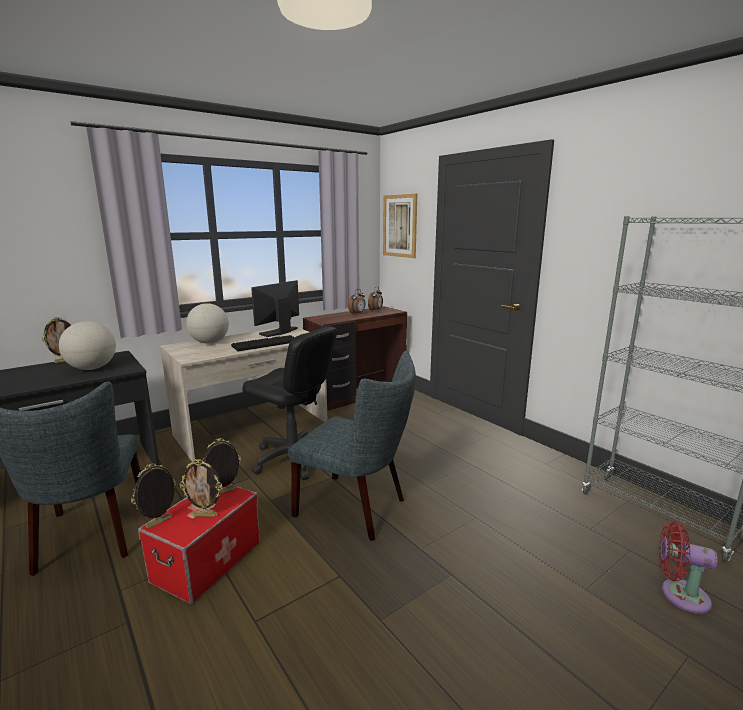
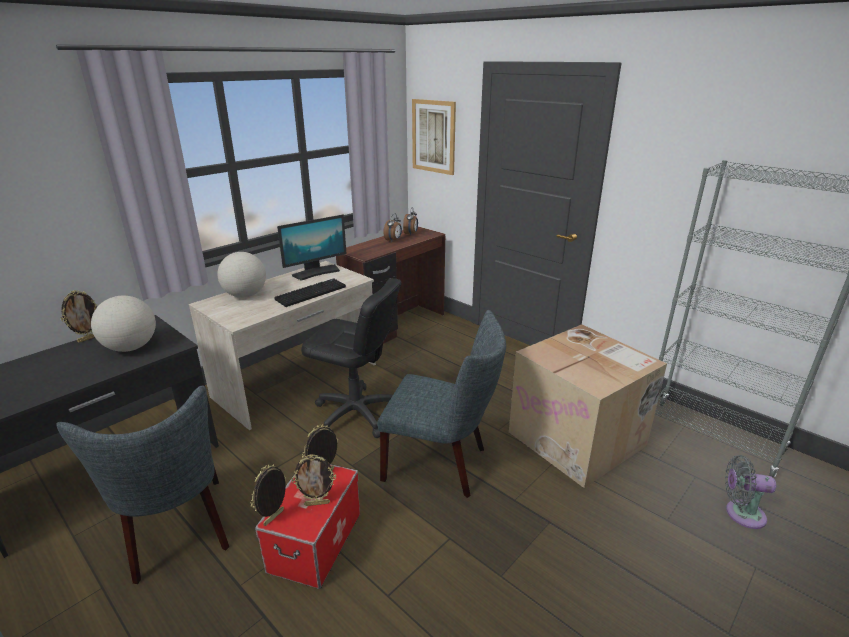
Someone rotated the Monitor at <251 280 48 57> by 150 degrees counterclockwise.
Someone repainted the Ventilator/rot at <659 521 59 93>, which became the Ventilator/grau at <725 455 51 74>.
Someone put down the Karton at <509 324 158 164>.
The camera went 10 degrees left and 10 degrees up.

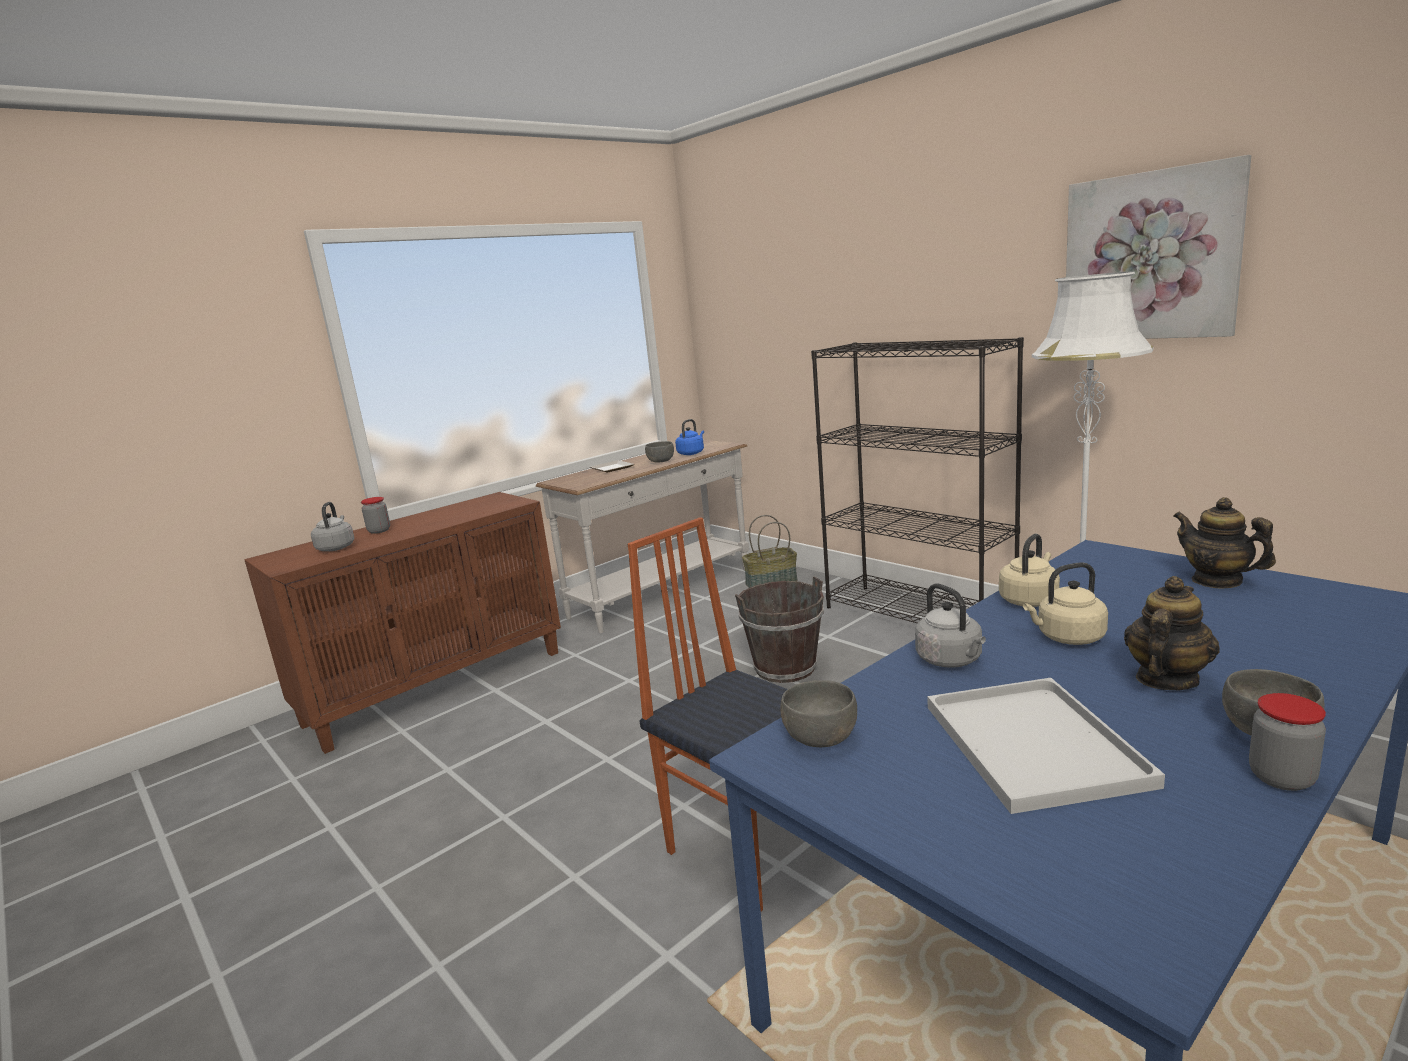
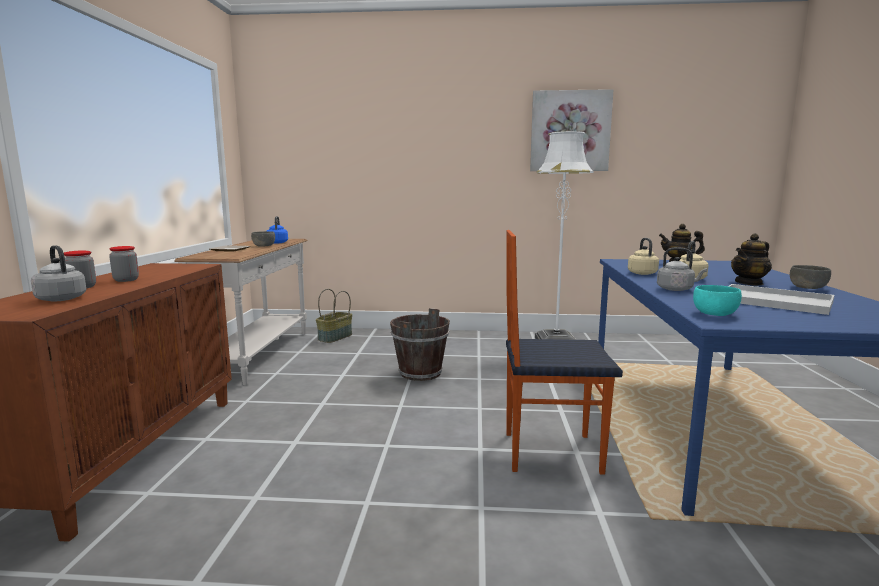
Someone took away the Bücherregal/schwarz at <811 337 213 286>.
Someone rotated the Teekanne at <1124 576 96 114> by 120 degrees counterclockwise.
Someone repainted the Schüssel/grau at <780 680 77 67>, which became the Schüssel/türkis at <693 285 49 31>.
Someone carried the Vorratsglas from <1249 693 77 98> to <109 246 30 36>.
The camera went 45 degrees left and 5 degrees down.

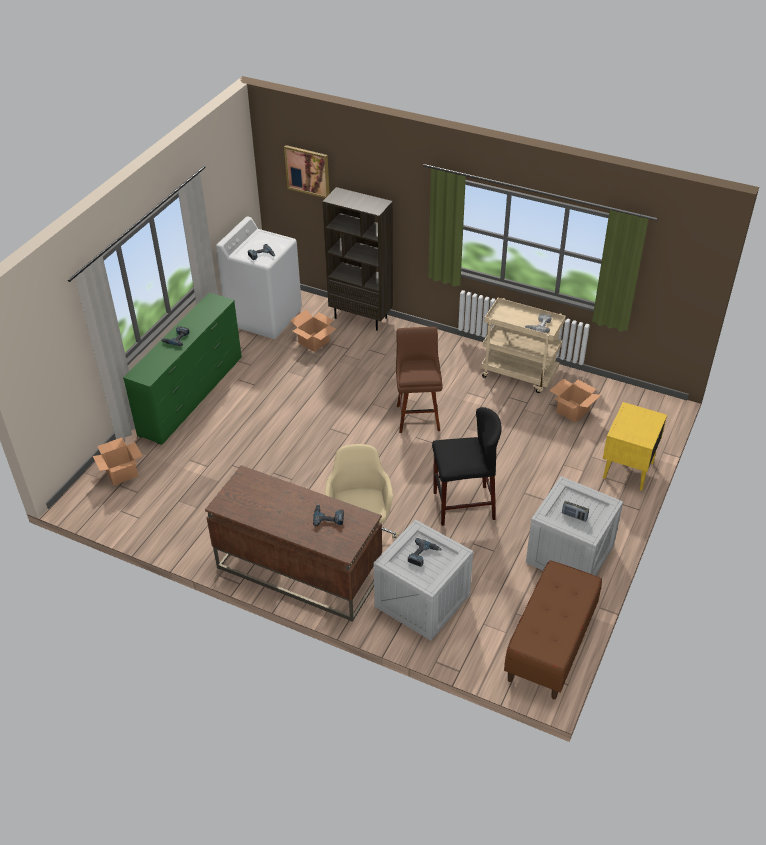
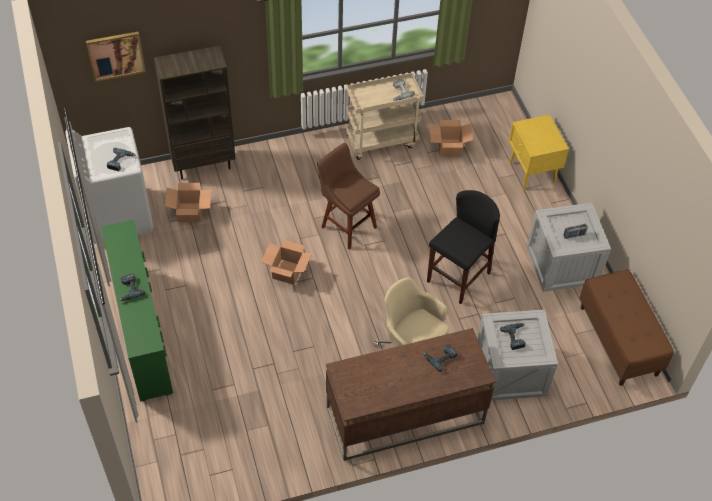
Someone carried the Karton from <93 438 49 47> to <261 240 51 45>.
The camera went 45 degrees left and 10 degrees up.

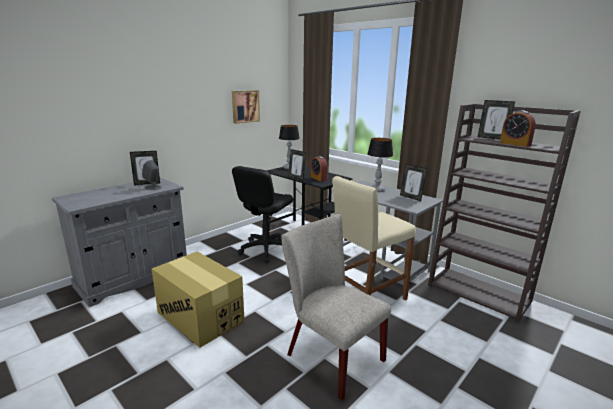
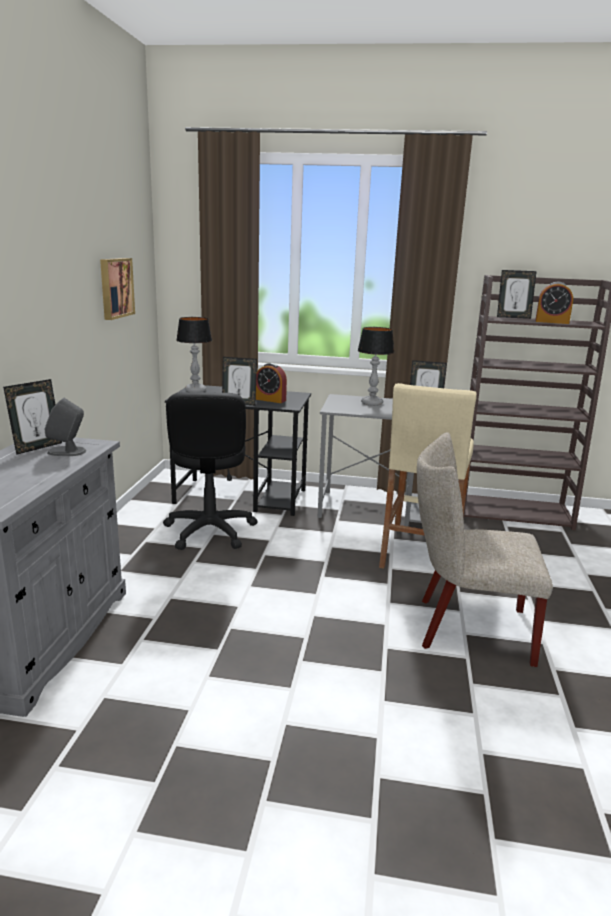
Someone took away the Karton at <152 251 93 97>.
The camera went 35 degrees left and 0 degrees up.

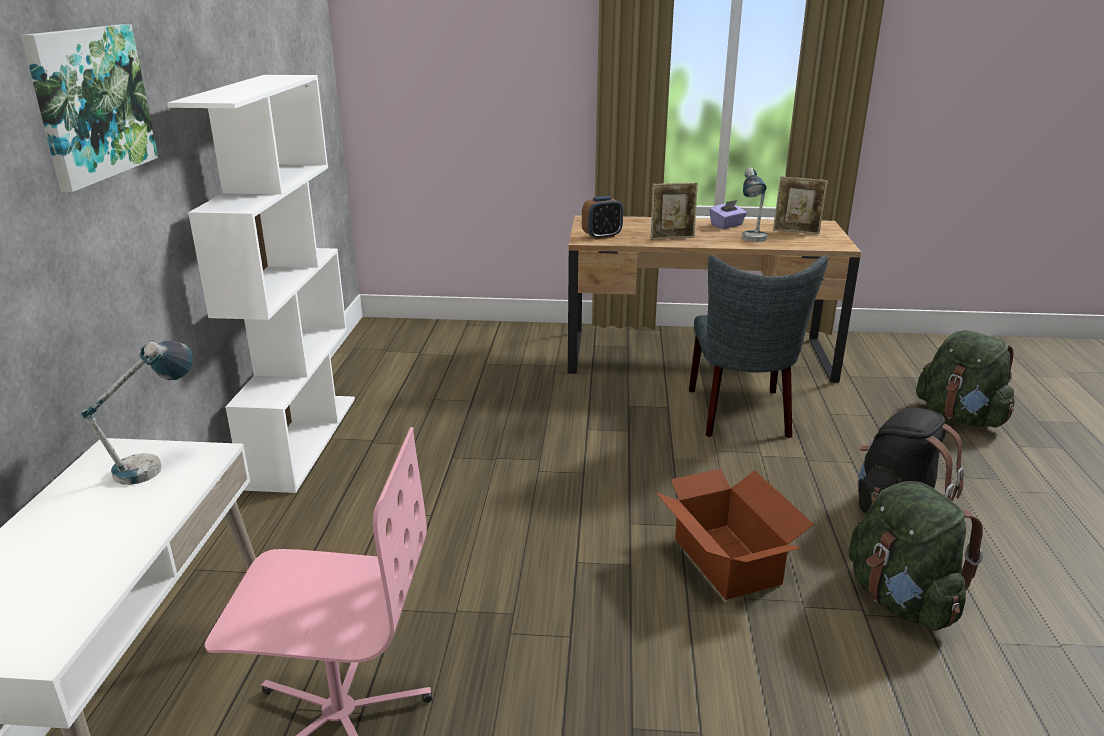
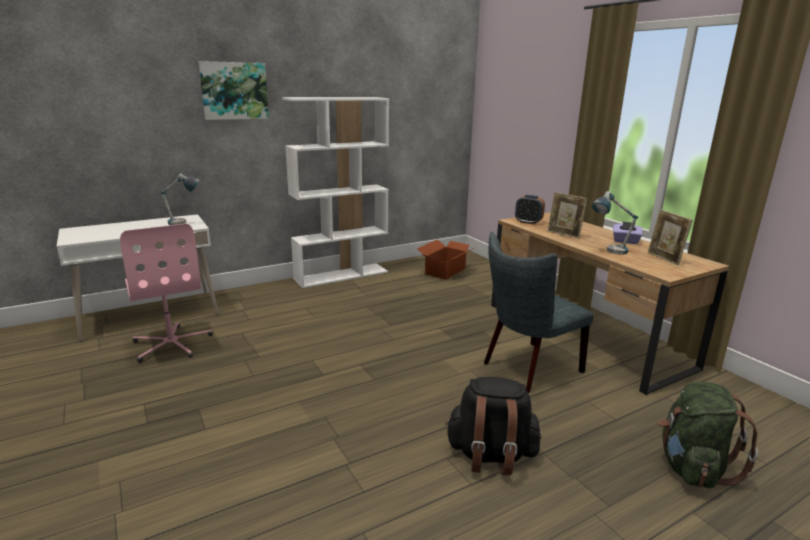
Someone carried the Karton from <656 469 158 131> to <417 239 59 41>.
Someone took away the Rucksack/grün at <849 481 134 150>.
The camera went 55 degrees right and 5 degrees down.

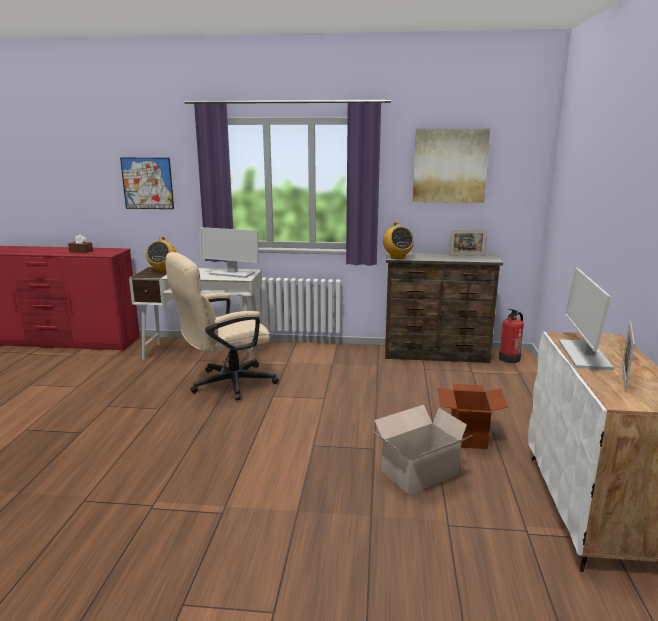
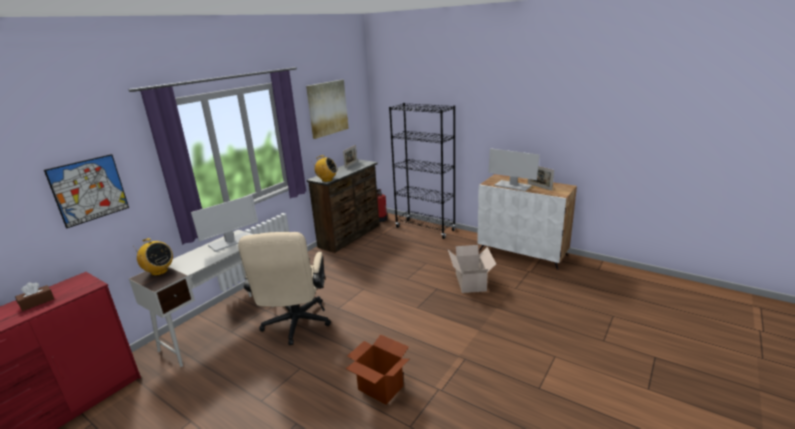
Someone carried the Karton from <438 384 70 65> to <345 334 64 71>.
Someone put down the Bücherregal/schwarz at <389 103 67 136>.
The camera went 60 degrees left and 5 degrees up.

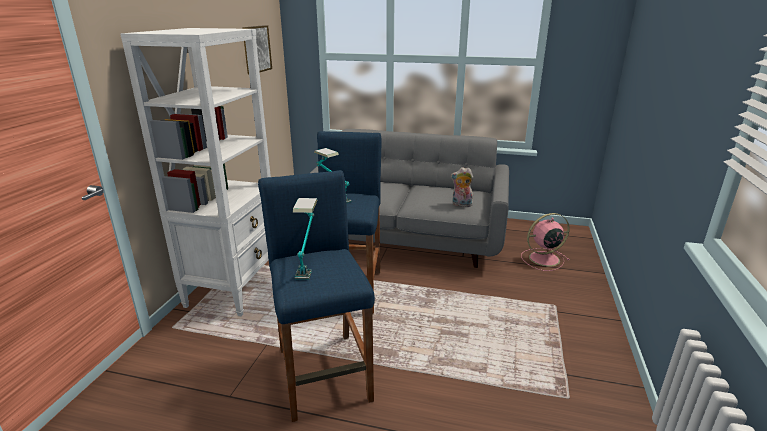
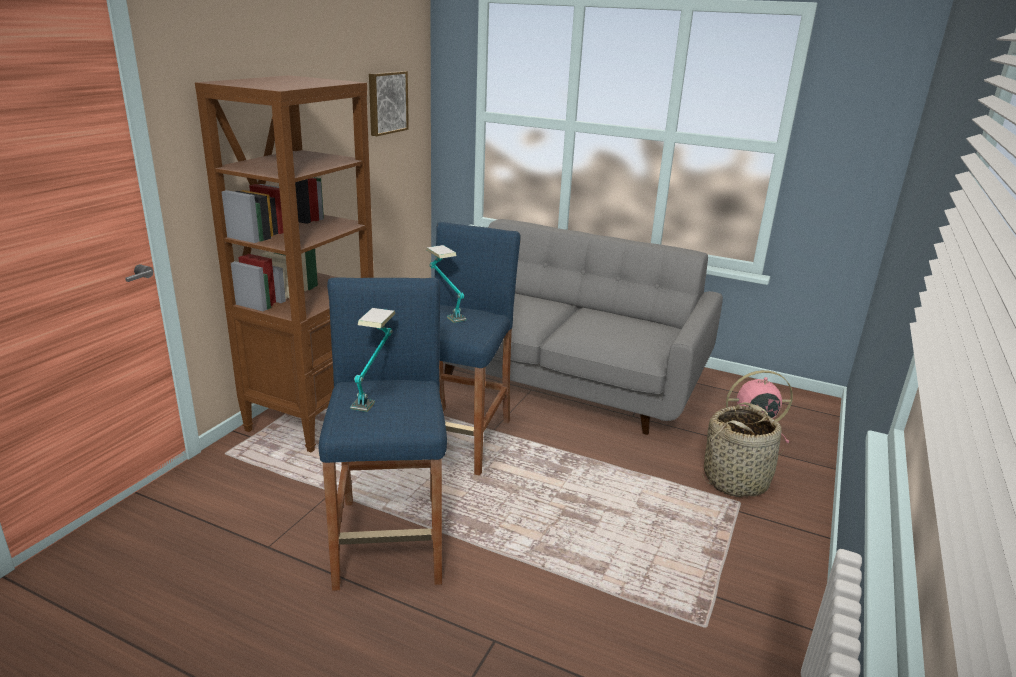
Someone repainted the Bücherregal/weiß at <120 28 151 288>, which became the Bücherregal/braun at <195 75 179 377>.
Someone took away the Plüschtier at <451 167 22 40>.
Someone put down the Korb at <702 402 82 95>.
The camera went 10 degrees right and 0 degrees up.

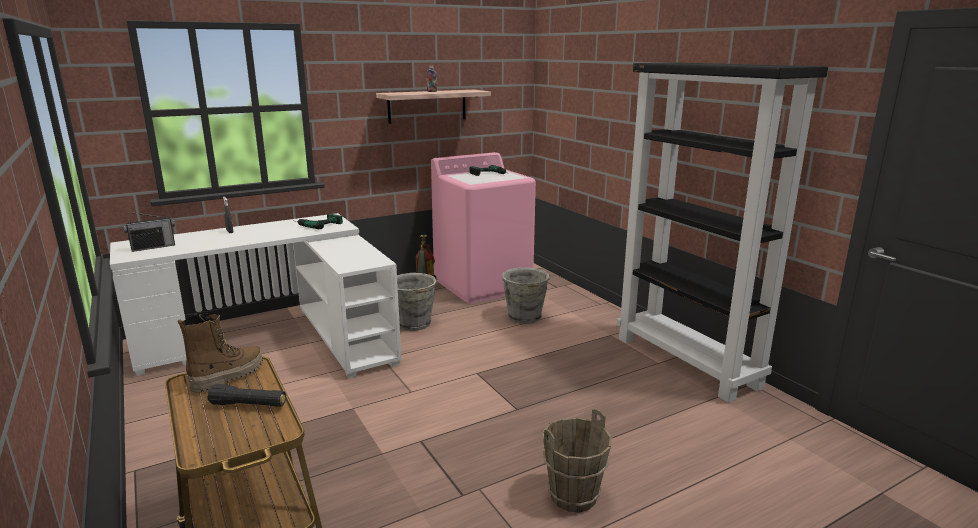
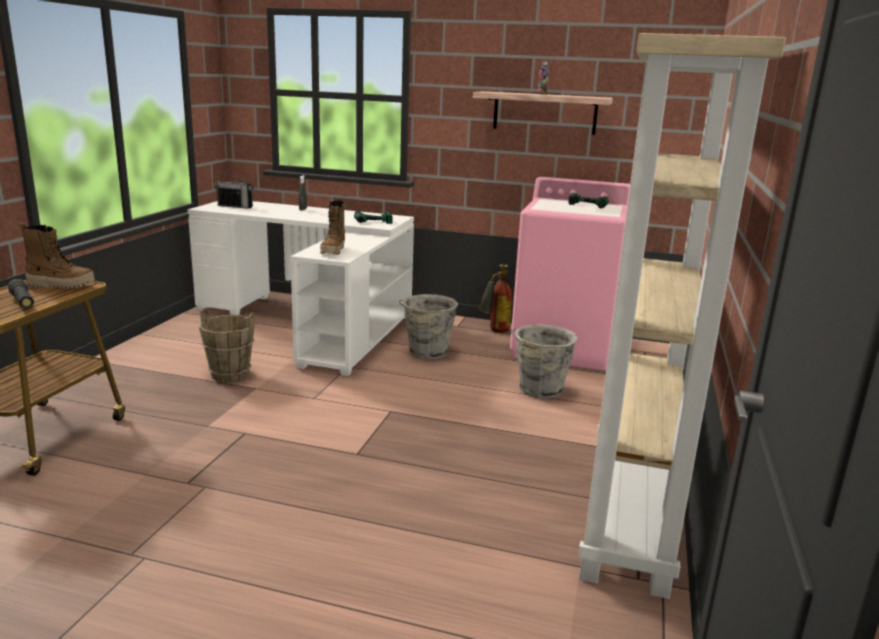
Someone repainted the Bücherregal/schwarz at <617 62 211 341>, which became the Bücherregal/beige at <578 33 208 566>.
Someone carried the Eimer/braun from <542 409 70 104> to <199 307 56 75>.
Someone put down the Stiefel at <320 198 25 57>.
The camera went 45 degrees right and 0 degrees up.

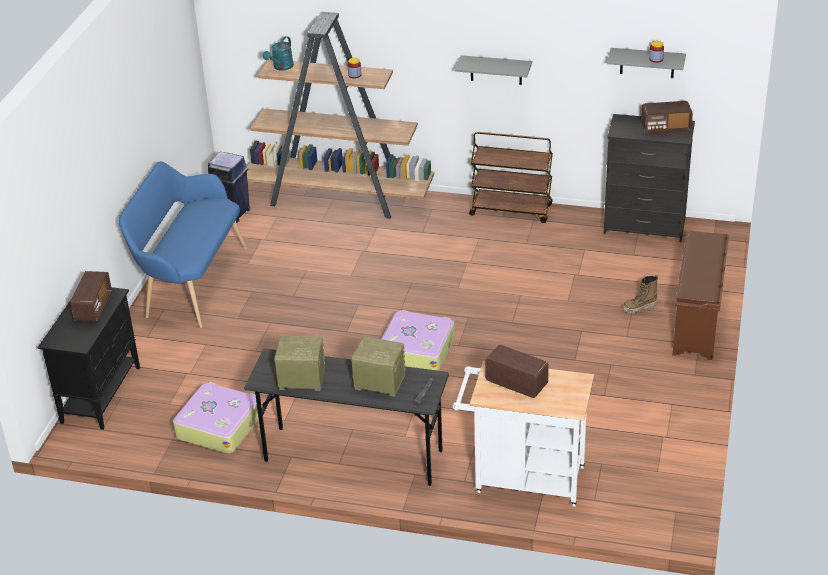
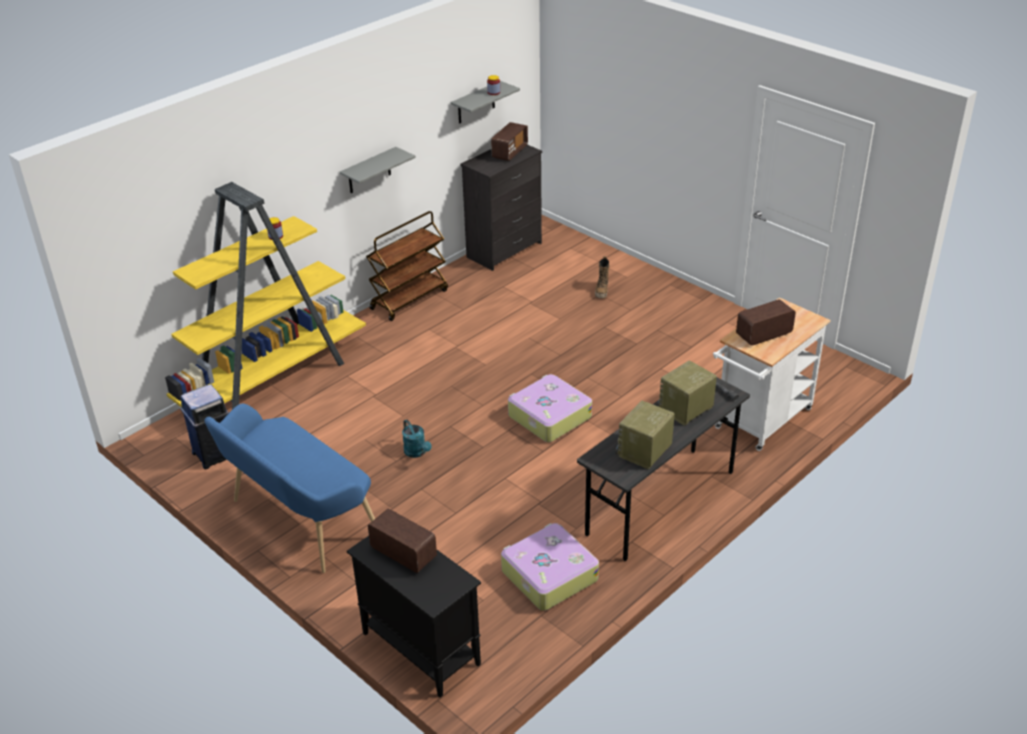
Someone repainted the Bücherregal/braun at <247 12 187 207>, which became the Bücherregal/gelb at <165 182 201 227>.
Someone carried the Gießkanne/türkis from <263 36 31 34> to <402 420 30 38>.
Someone took away the Schuhregal/braun at <673 231 56 129>.
The camera went 60 degrees left and 0 degrees up.

